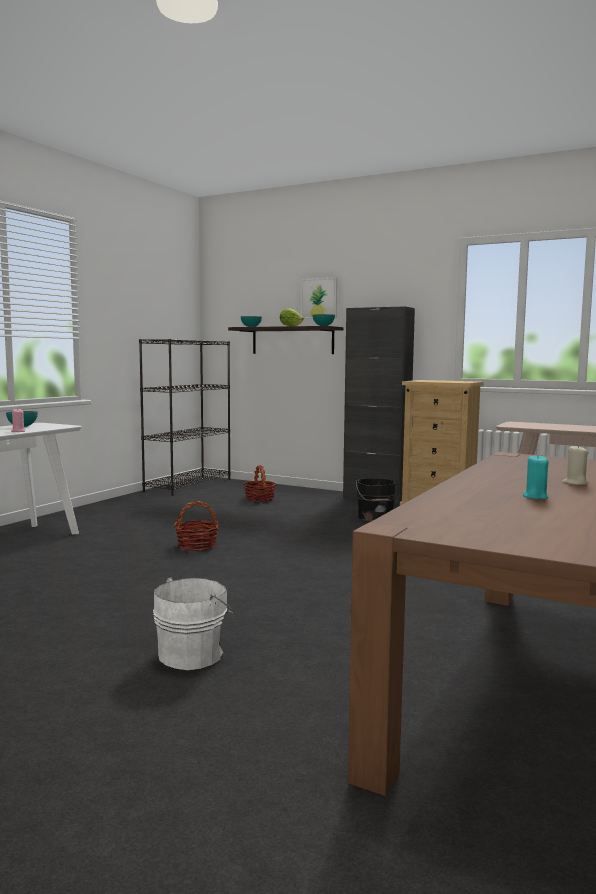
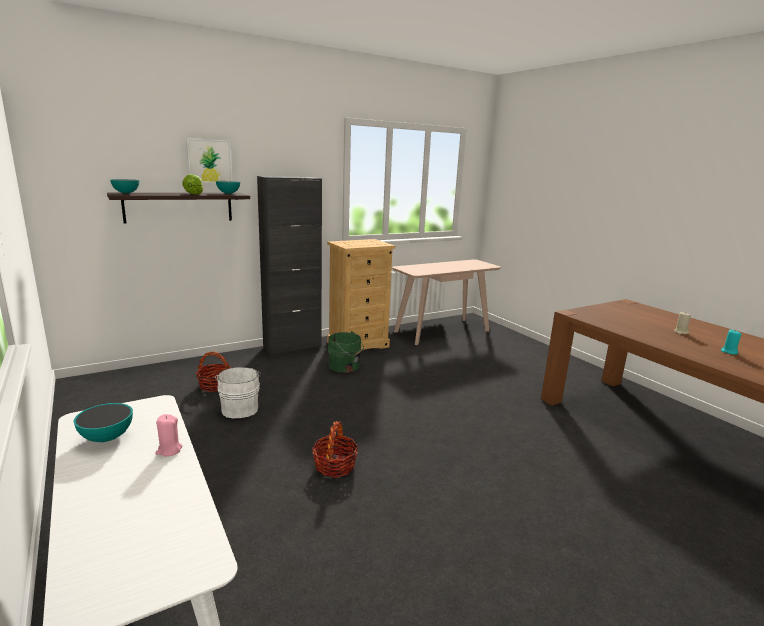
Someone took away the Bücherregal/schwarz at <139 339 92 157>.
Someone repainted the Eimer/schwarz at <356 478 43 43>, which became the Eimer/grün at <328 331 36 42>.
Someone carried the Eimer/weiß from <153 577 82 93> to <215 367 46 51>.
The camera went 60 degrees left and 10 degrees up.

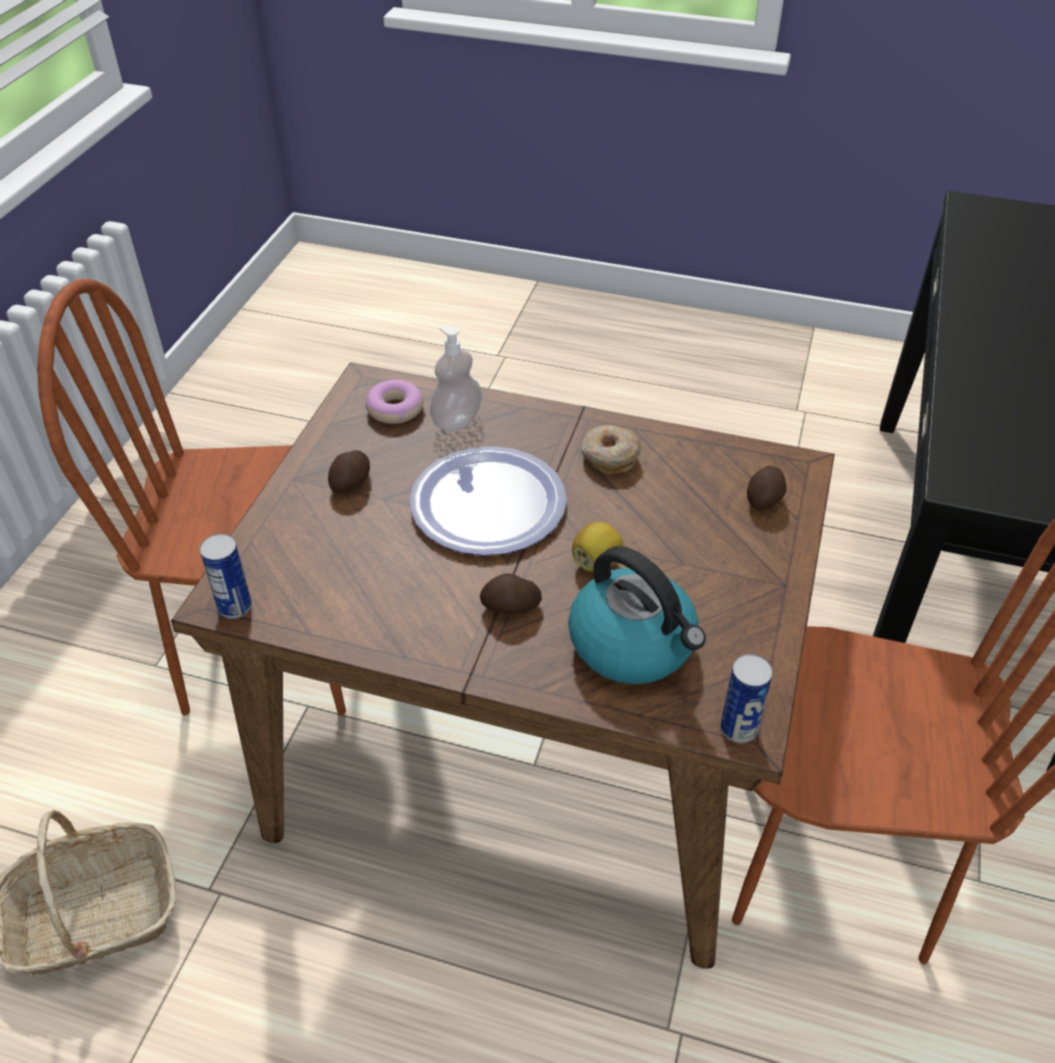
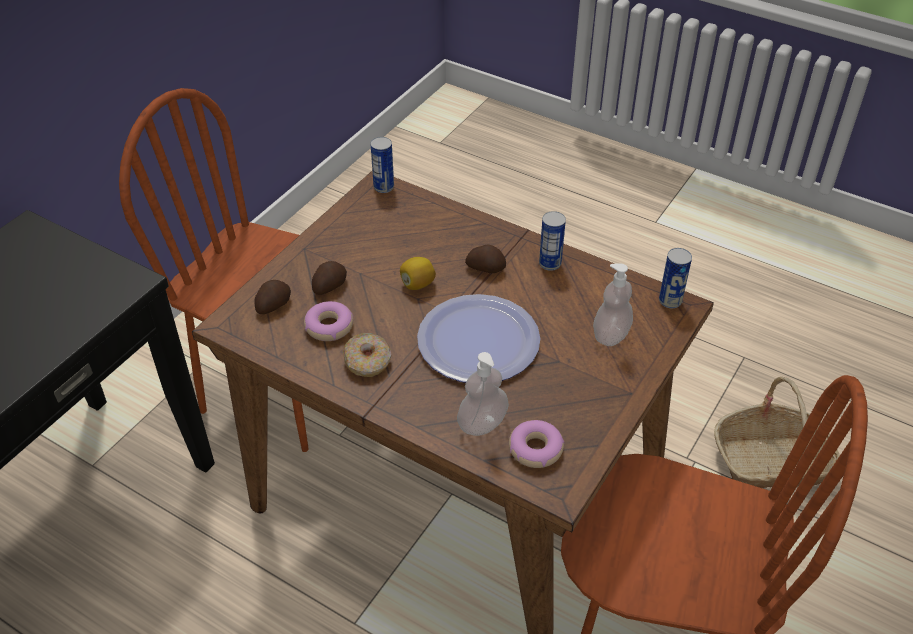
Someone carried the Kartoffel from <328 450 42 44> to <312 261 35 34>.
Someone took away the Wasserkessel at <568 546 138 138>.
Someone put down the Dose at <539 211 27 60>.
Someone put down the Seifenspender at <593 264 40 82>.
Someone put down the Donut at <304 301 49 40>.
The camera went 165 degrees left and 0 degrees up.

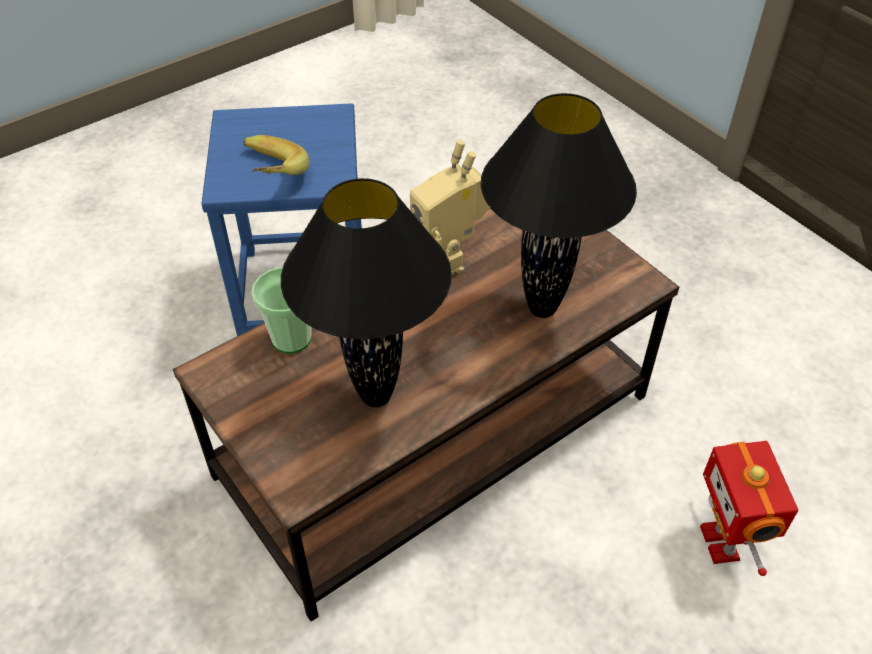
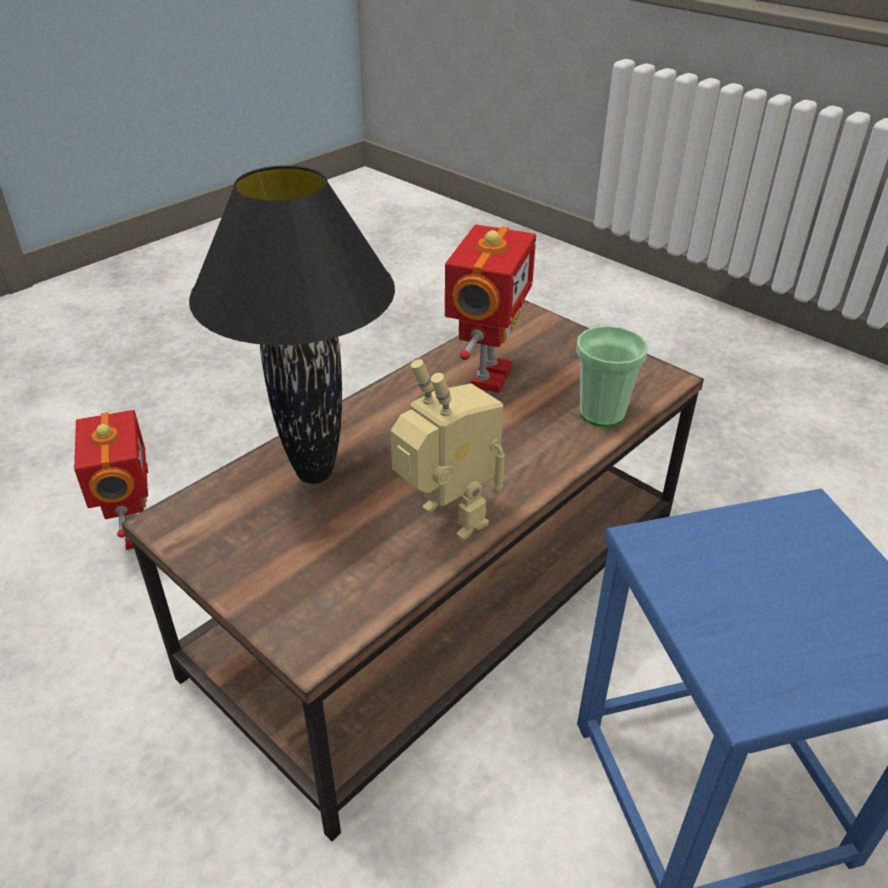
Someone took away the Banane at <243 135 66 40>.
Someone swapped the Tischlampe/schwarz at <281 178 171 229> for the Spielzeugroboter at <445 225 91 168>.
The camera went 170 degrees right and 10 degrees down.

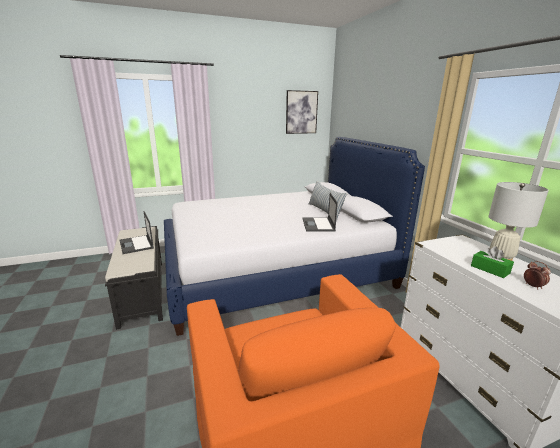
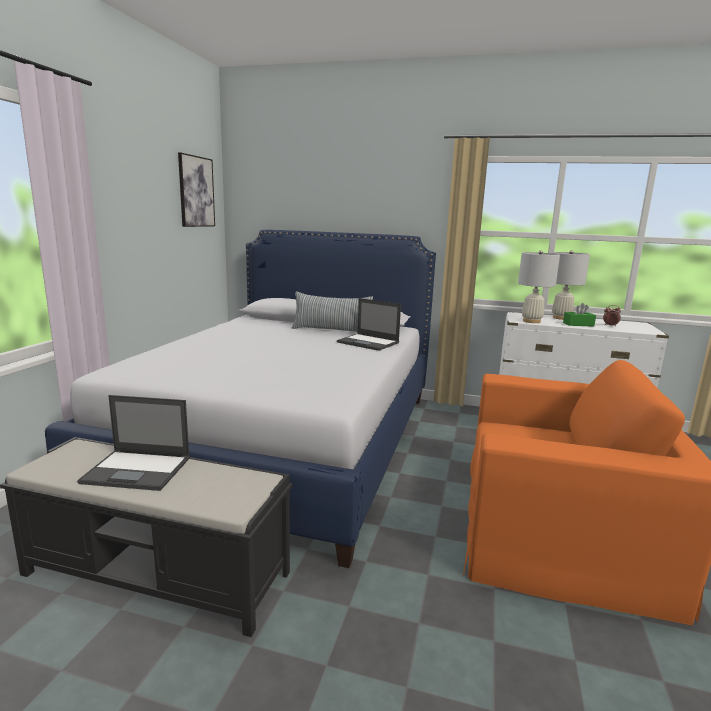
Someone put down the Tischlampe/weiß at <518 250 42 73>.
The camera went 55 degrees left and 5 degrees down.

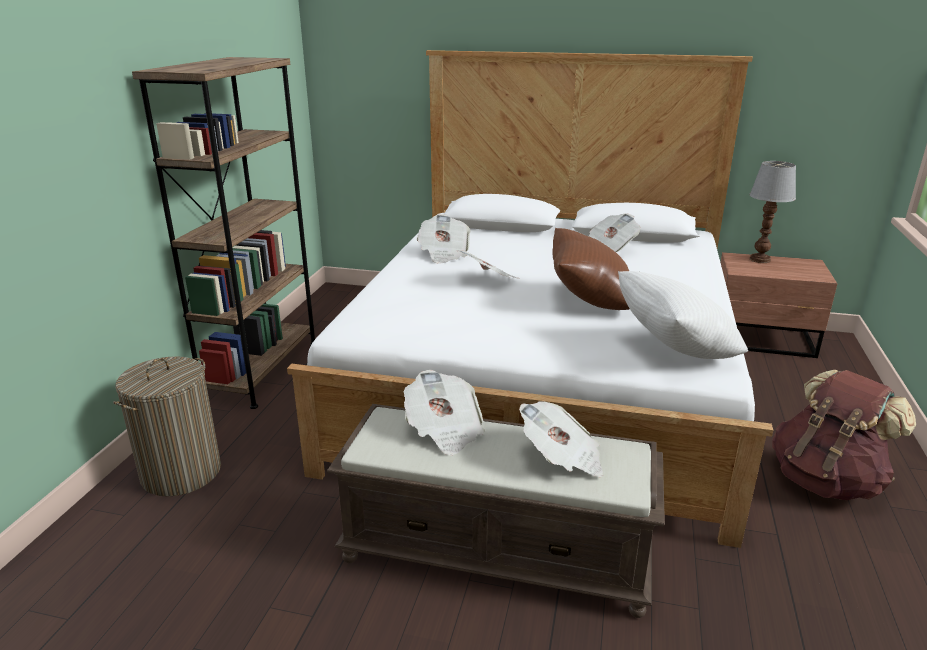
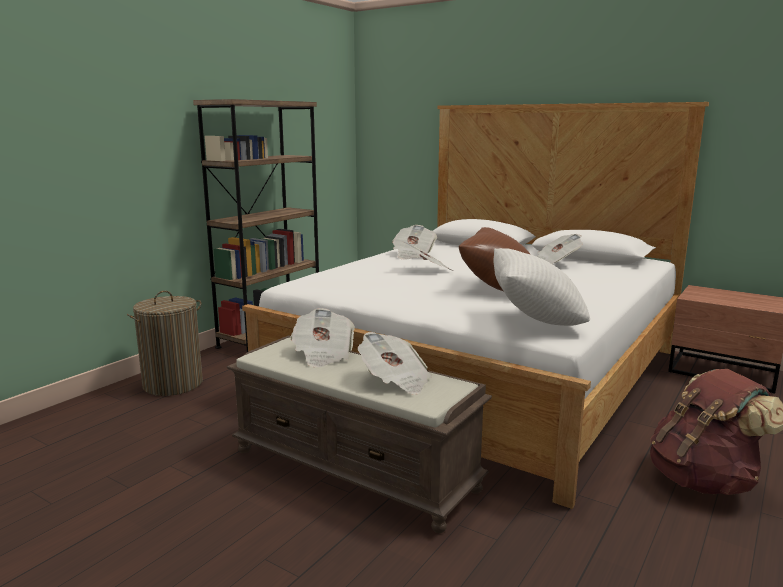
Someone took away the Tischlampe at <749 161 47 102>.
The camera went 20 degrees right and 10 degrees down.

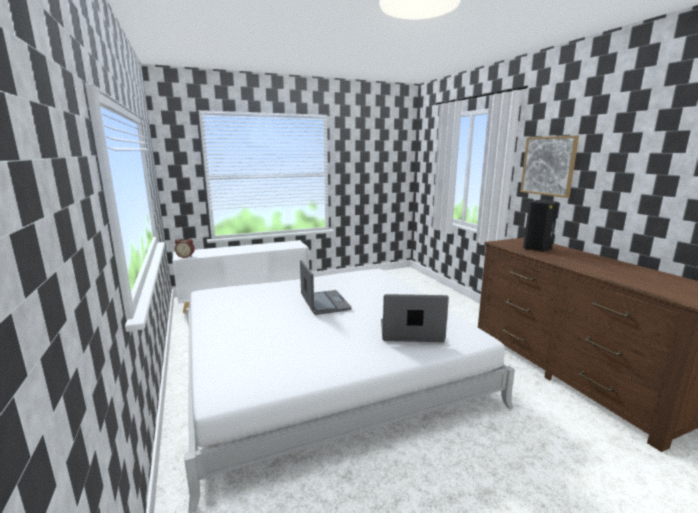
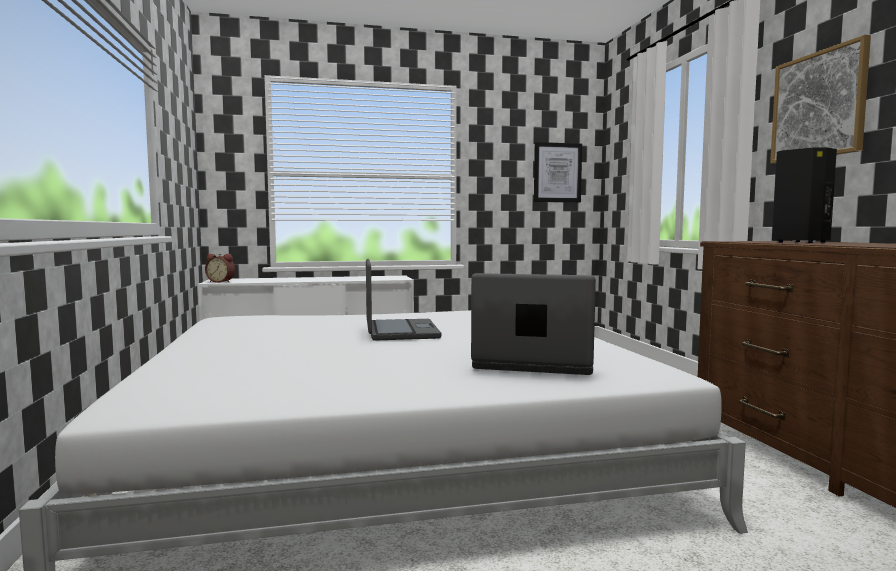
Someone put up the Bild at <534 142 48 61>.
The camera went 10 degrees right and 10 degrees down.

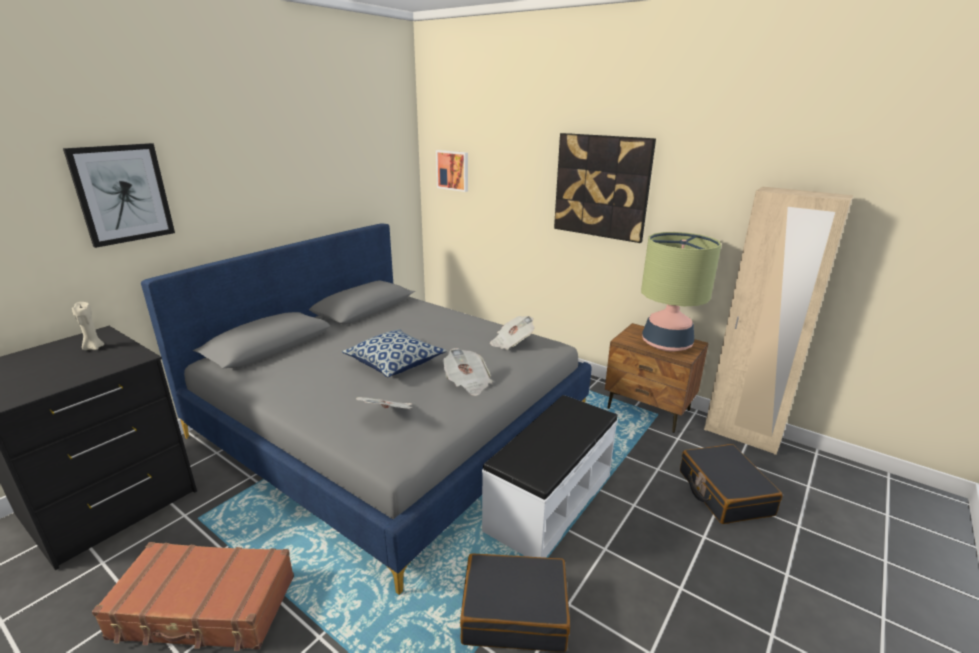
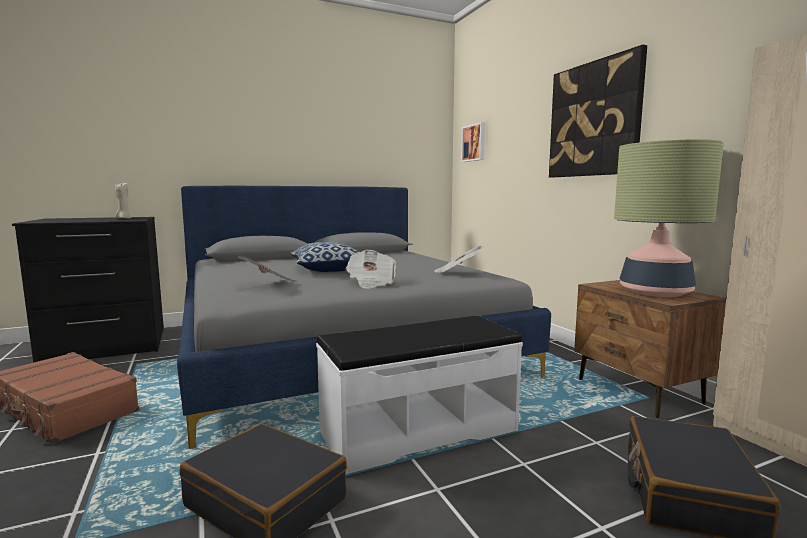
Someone took away the Bild at <63 143 112 105>.
The camera went 30 degrees right and 15 degrees down.

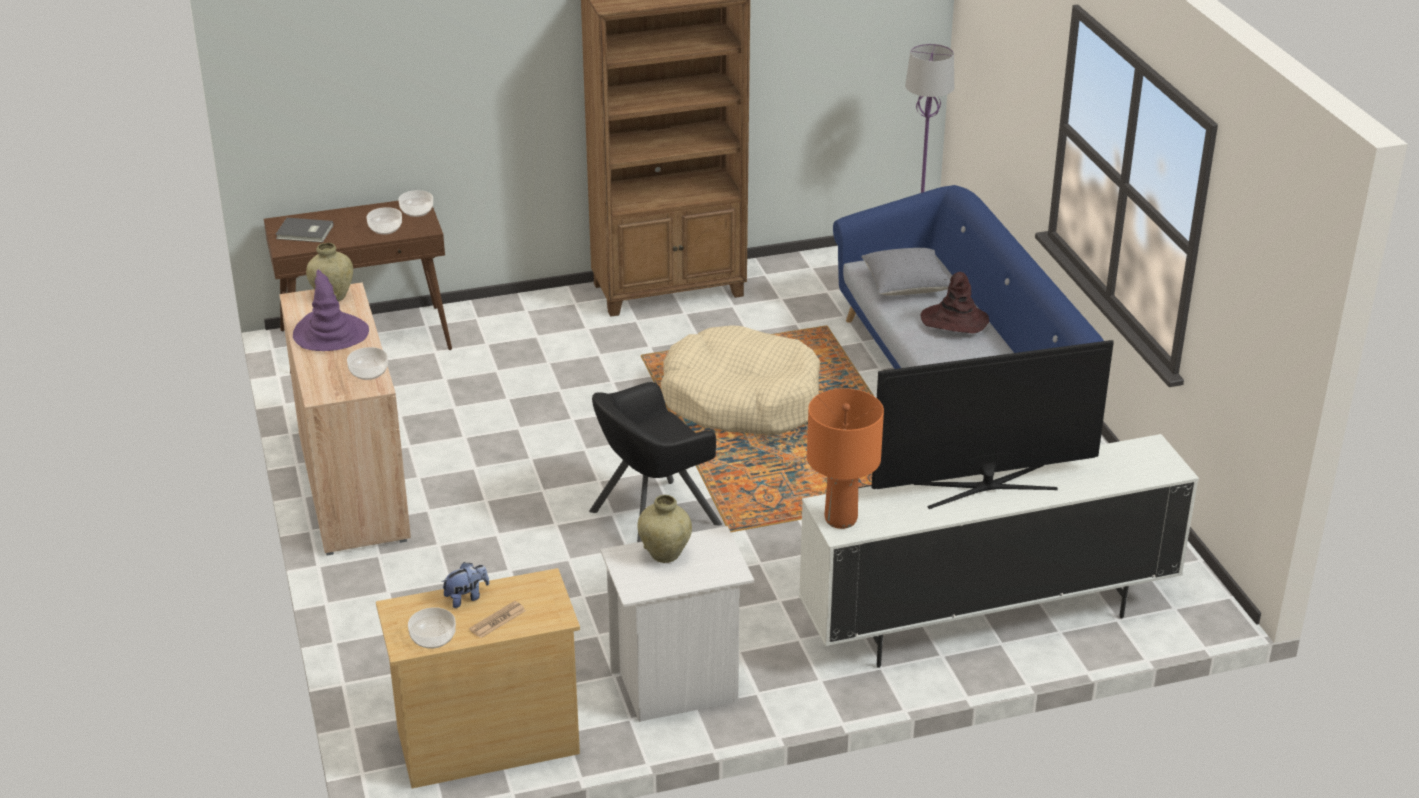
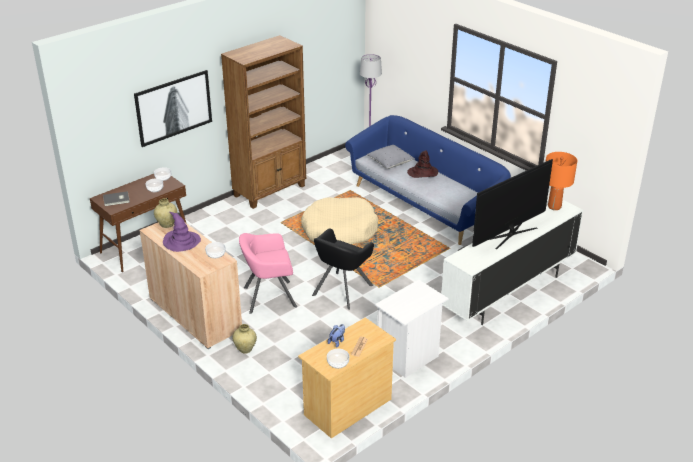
Someone carried the Tischlampe/orange from <807 388 77 141> to <545 152 32 58>.
Someone carried the Vase/beige from <638 495 54 68> to <233 324 24 30>.
Someone put up the Bild at <134 70 78 77>.
Someone put down the Sessel/rosa at <239 233 58 81>.
The camera went 25 degrees left and 0 degrees up.

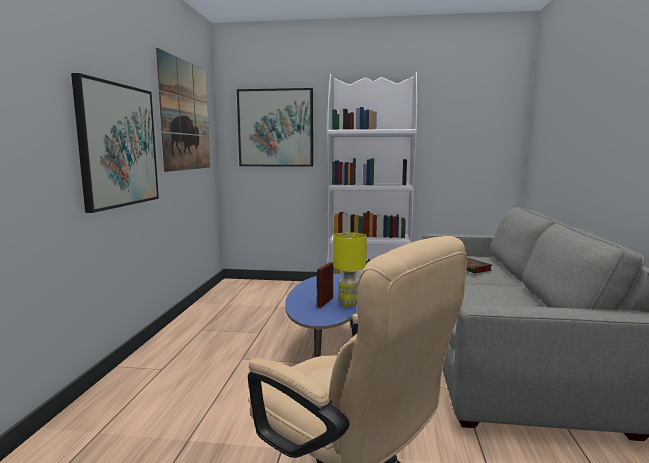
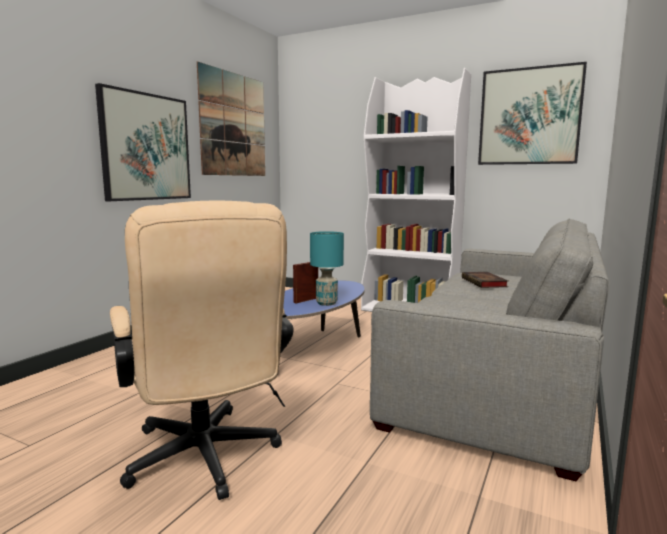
Someone carried the Bild from <237 88 76 79> to <478 62 109 103>.
Someone repainted the Tischlampe/gelb at <333 232 34 75>, which became the Tischlampe/türkis at <310 231 34 75>.
The camera went 20 degrees right and 0 degrees up.

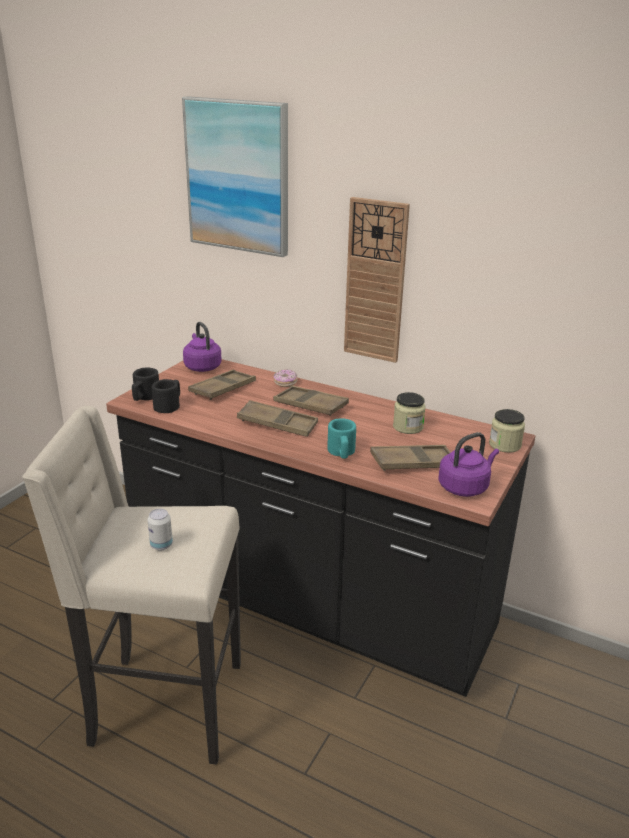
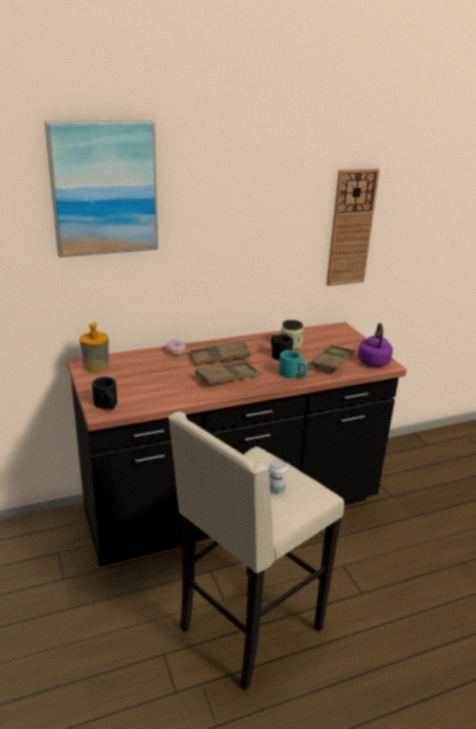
Someone carried the Wanduhr from <344 197 66 166> to <326 169 54 117>.
Someone swapped the Wasserkessel/lila at <183 322 39 50> for the Seifenspender at <79 323 30 49>.
Someone took away the Tablett/braun at <188 370 68 30>.
Someone carried the Henkelbecher/schwarz from <152 379 28 34> to <271 334 22 26>.
Someone took away the Vorratsglas at <489 409 36 44>.
The camera went 50 degrees left and 0 degrees up.

